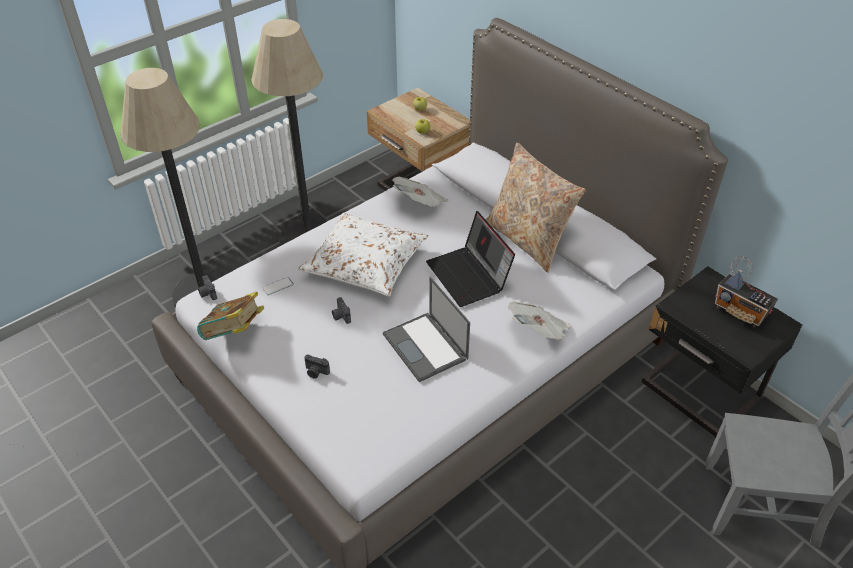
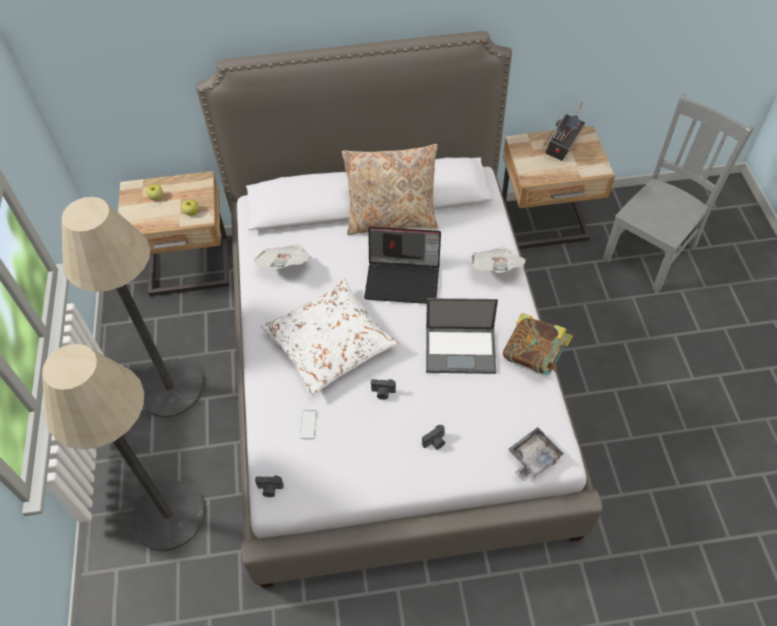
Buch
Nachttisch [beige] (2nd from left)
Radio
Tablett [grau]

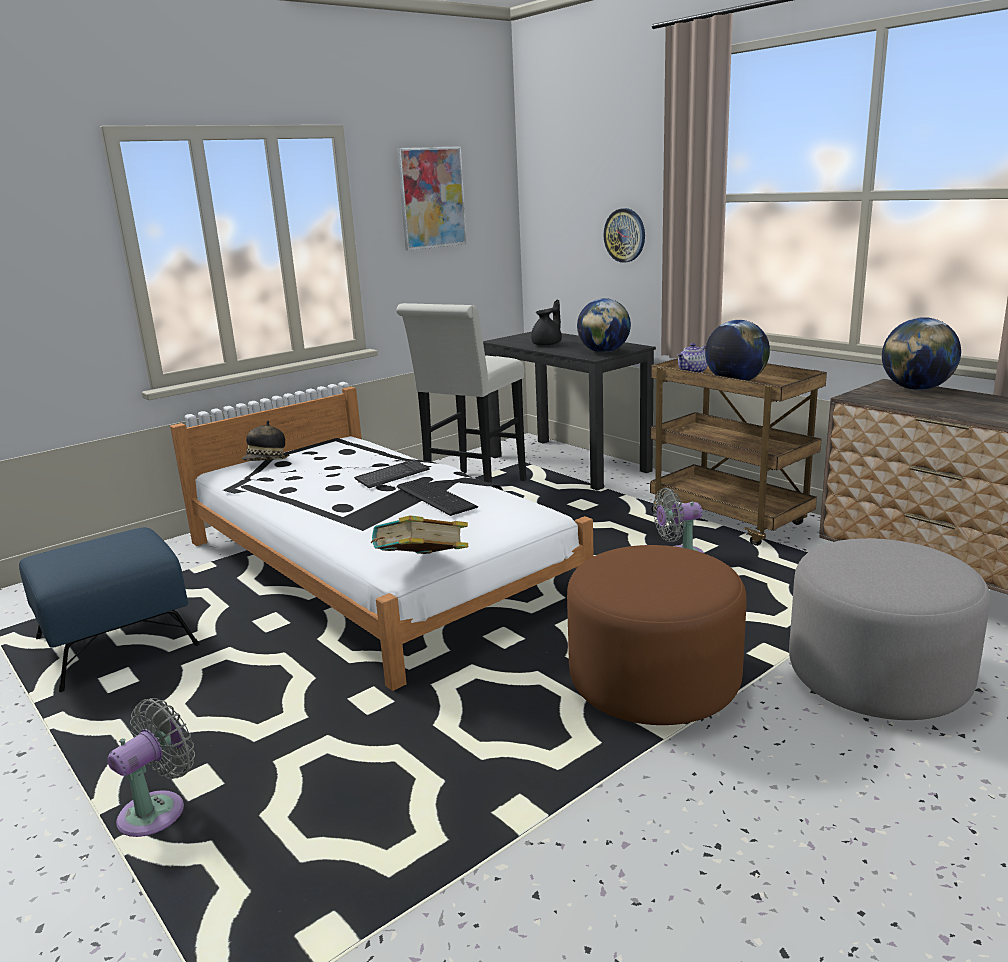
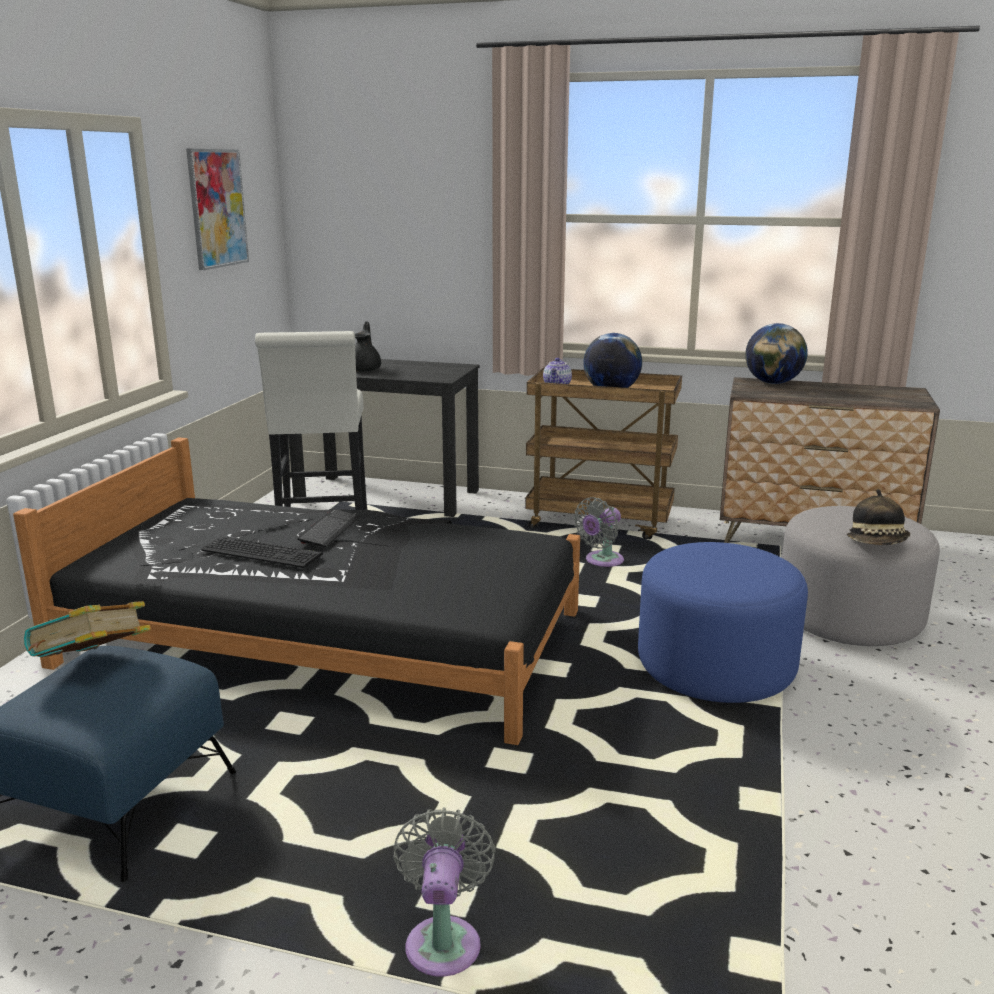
Bett [schwarz]
Hut
Buch
Tastatur (1st from left)
Polsterhocker [blau] (2nd from left)
Globus (1st from left in the first image)
Wanduhr

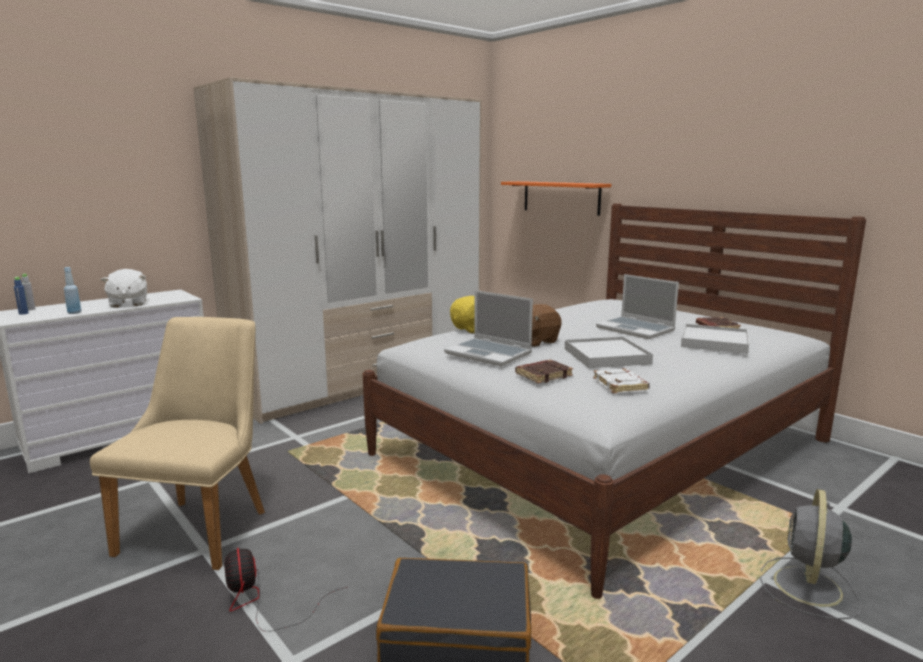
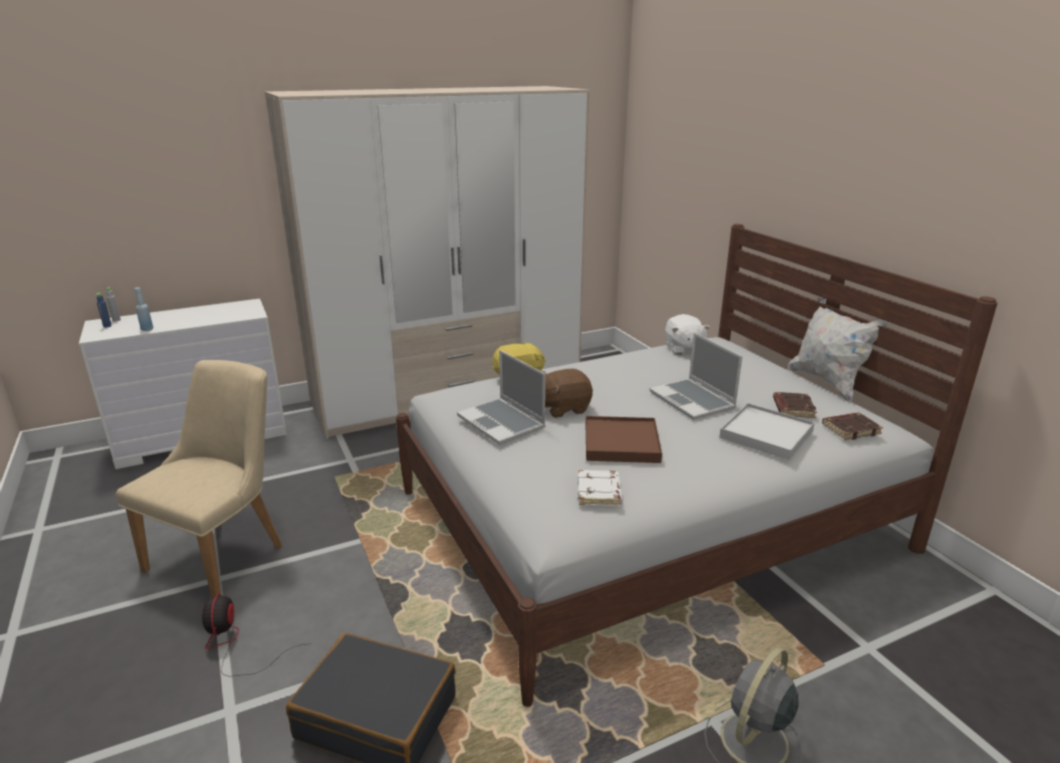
Plüschtier [weiß]
Wandregal [orange]
Buch [braun] (2nd from left)
Tablett [braun]
Kissen [weiß]

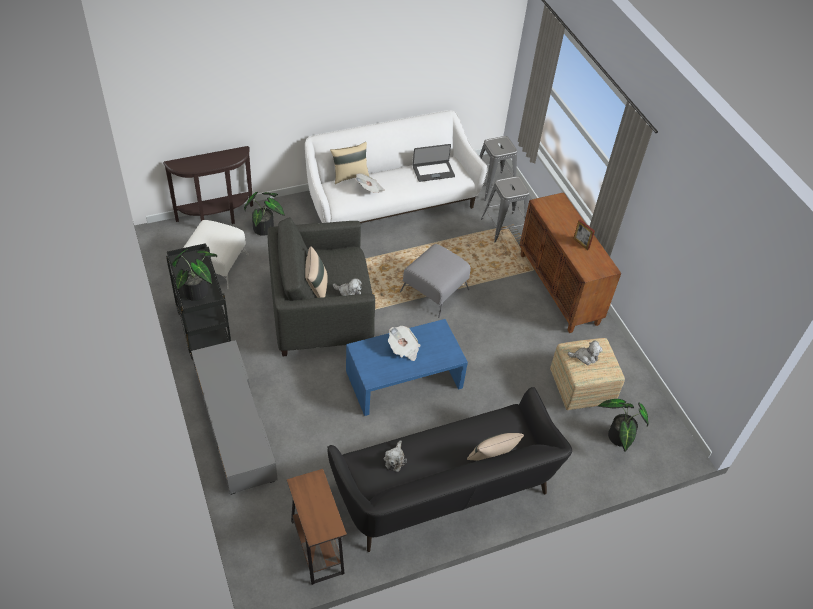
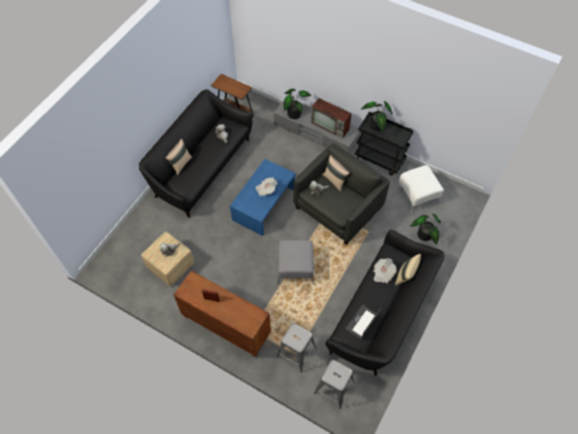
Konsolentisch [braun]
Sofa [schwarz] (2nd from left)
Topfpflanze (1st from left)
Fernseher

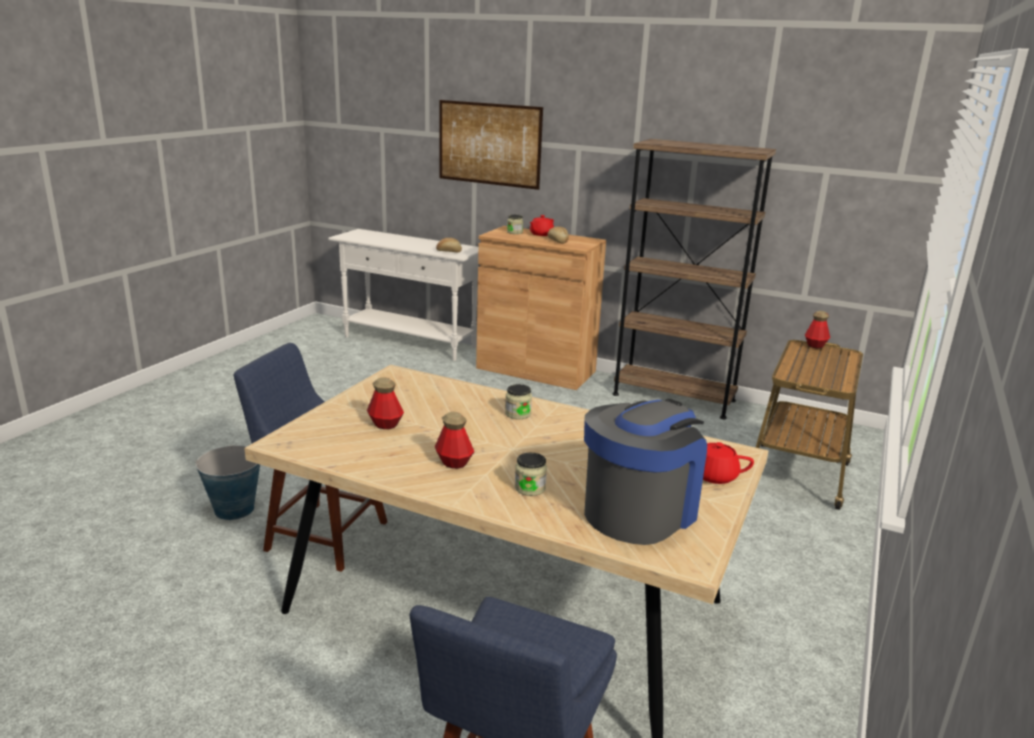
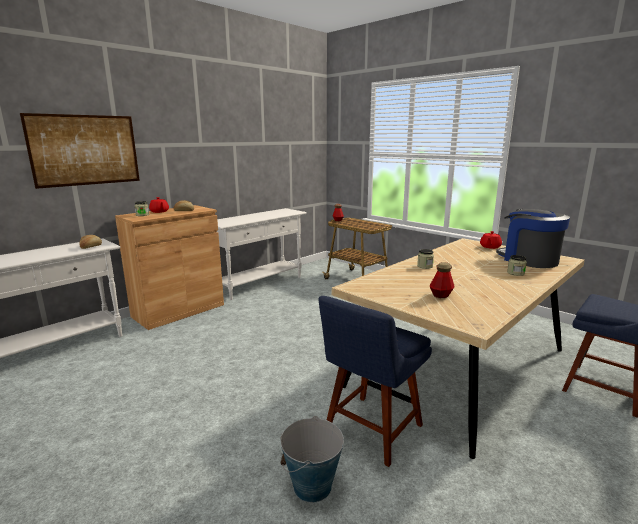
Flasche (2nd from left in the first image)
Konsolentisch [weiß] (2nd from left)

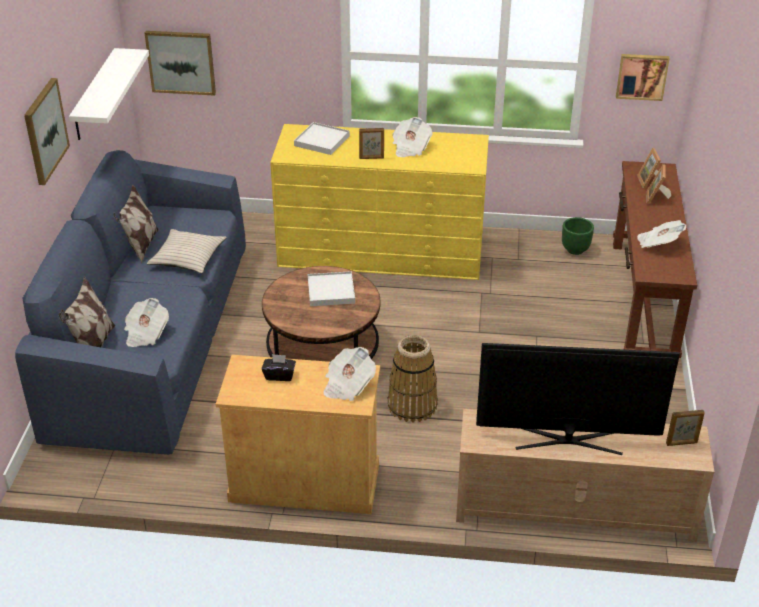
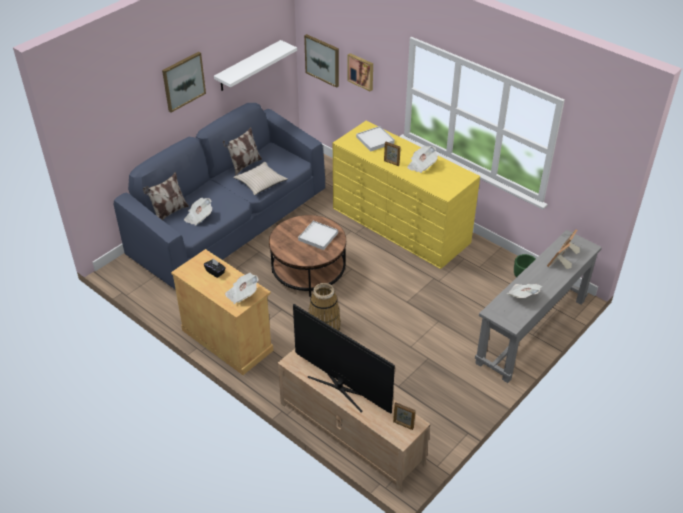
Konsolentisch [grau]
Bild (3rd from left)

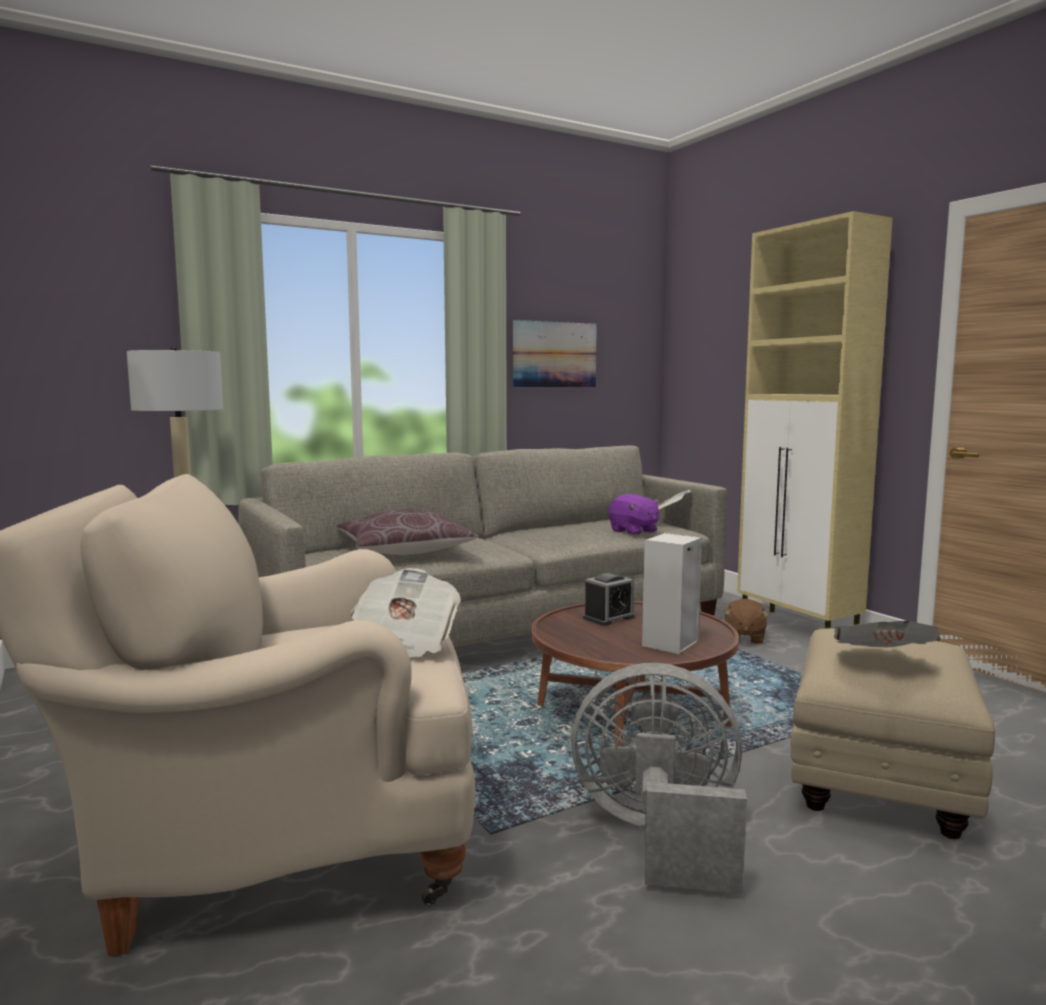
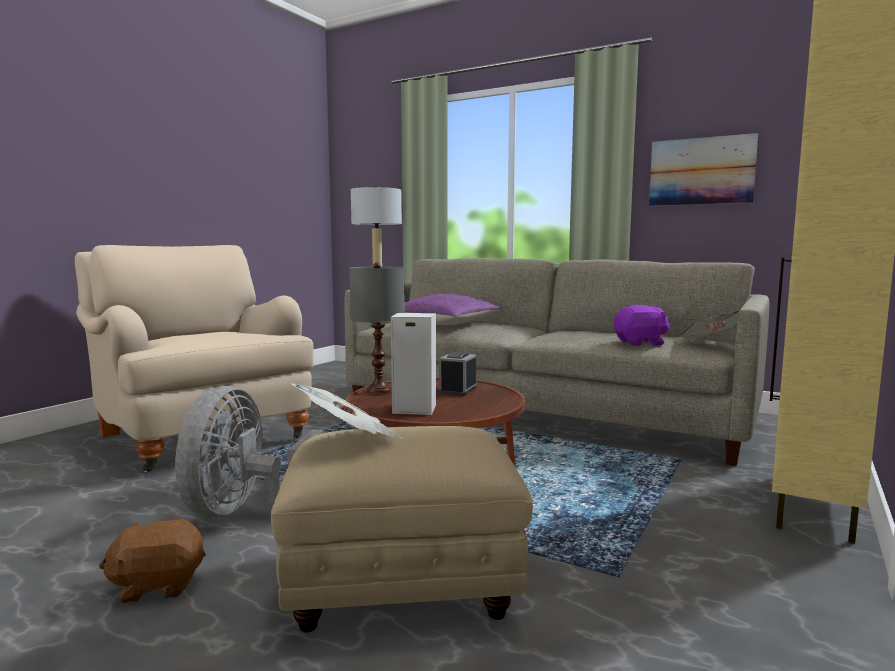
Kissen [lila]
Zeitung (1st from left in the first image)
Ventilator [grau]
Wecker
Plüschtier [lila]
Plüschtier [braun]
Tischlampe [grau]

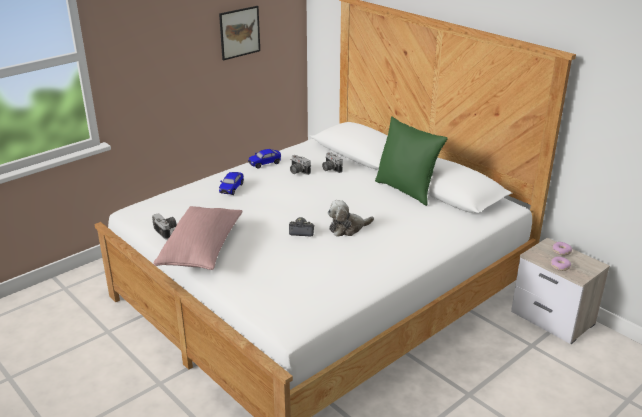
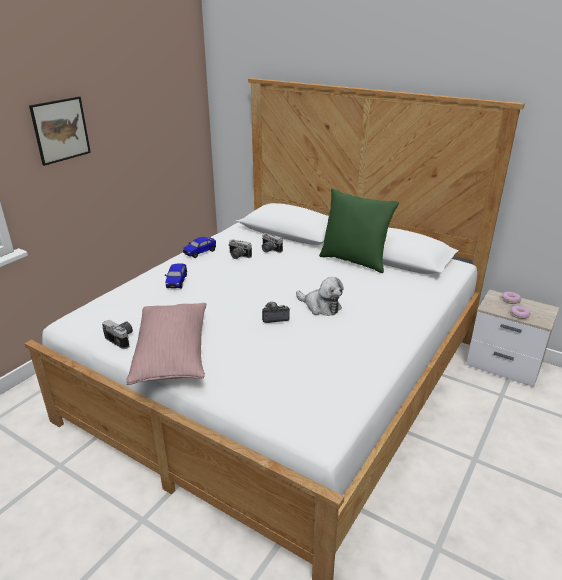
Bild
Plüschtier

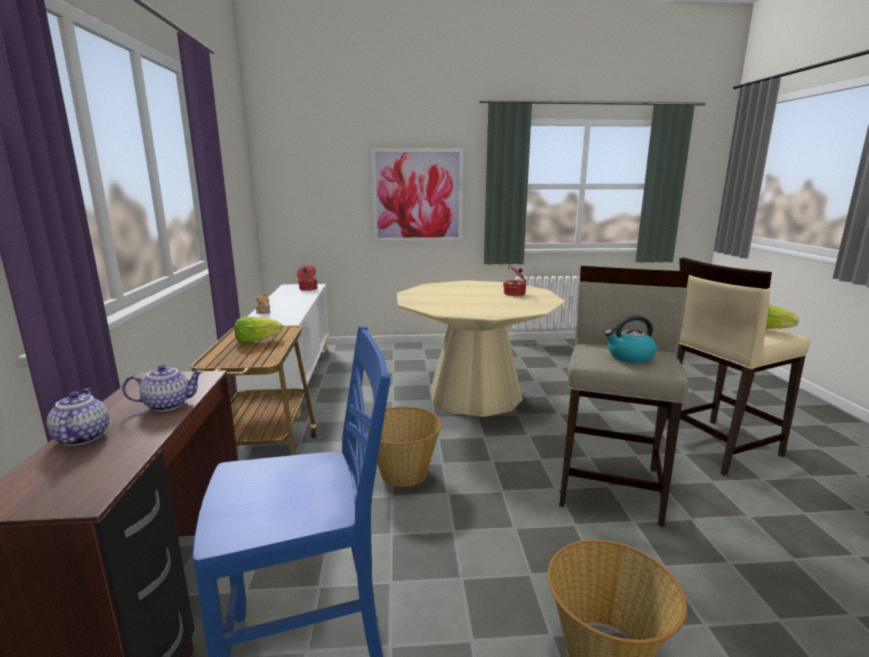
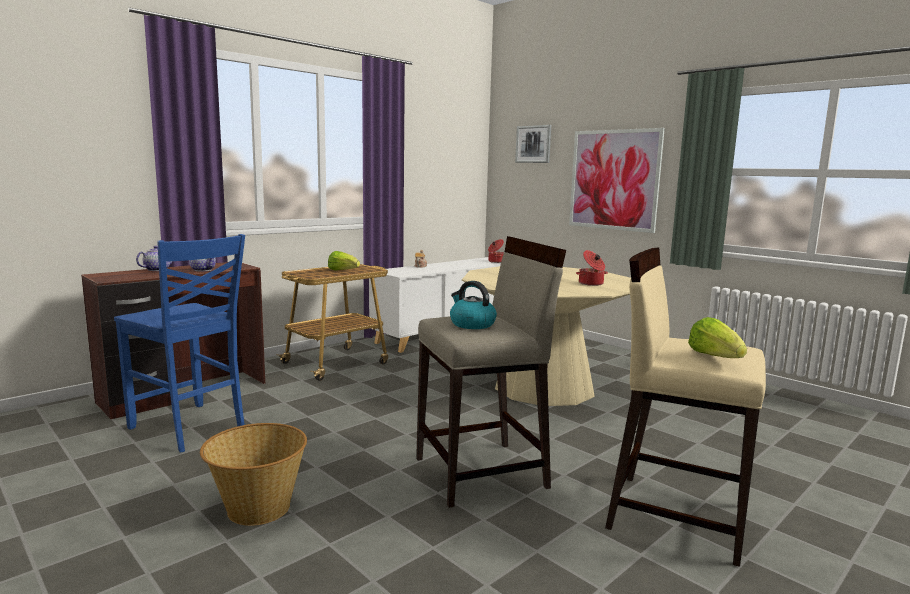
Korb (1st from left in the first image)
Bild (1st from left)

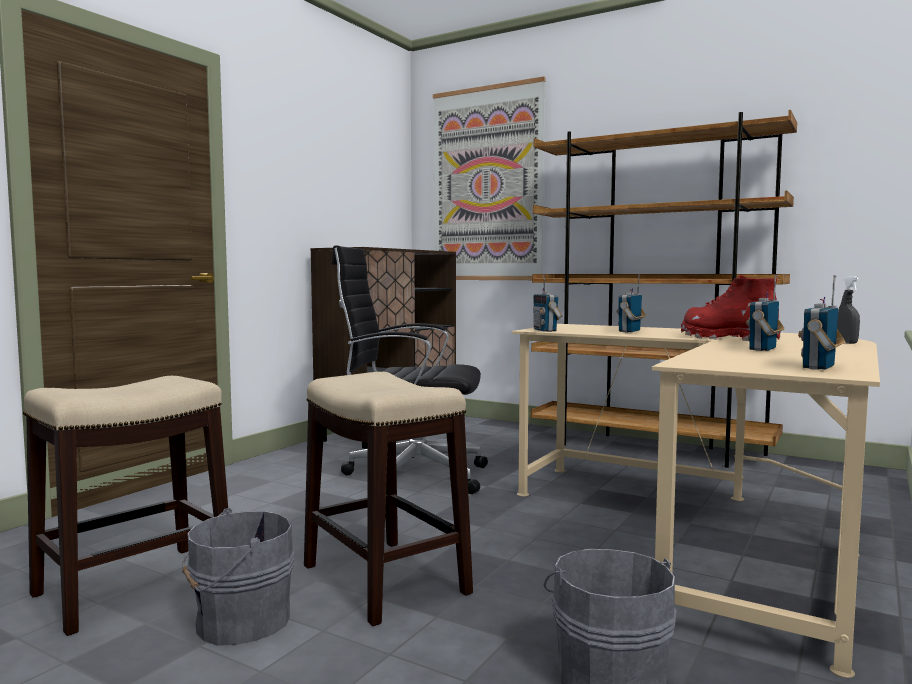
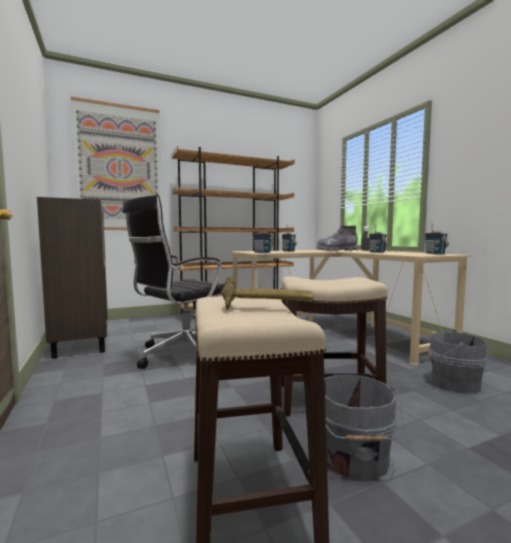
Stiefel [grau]
Hammer

